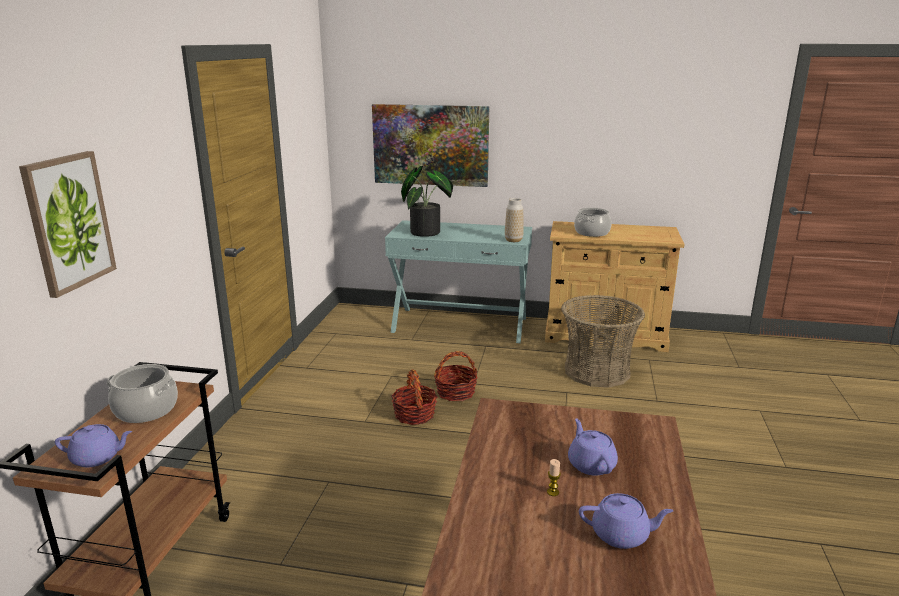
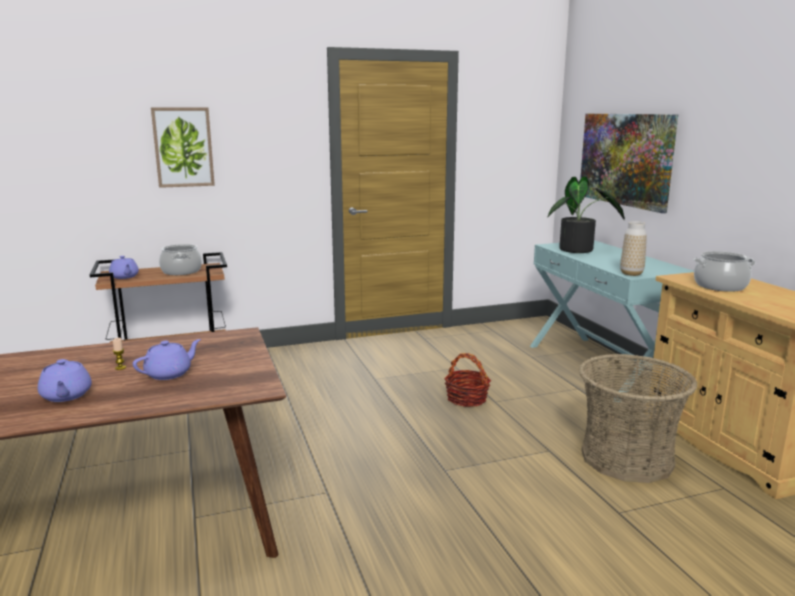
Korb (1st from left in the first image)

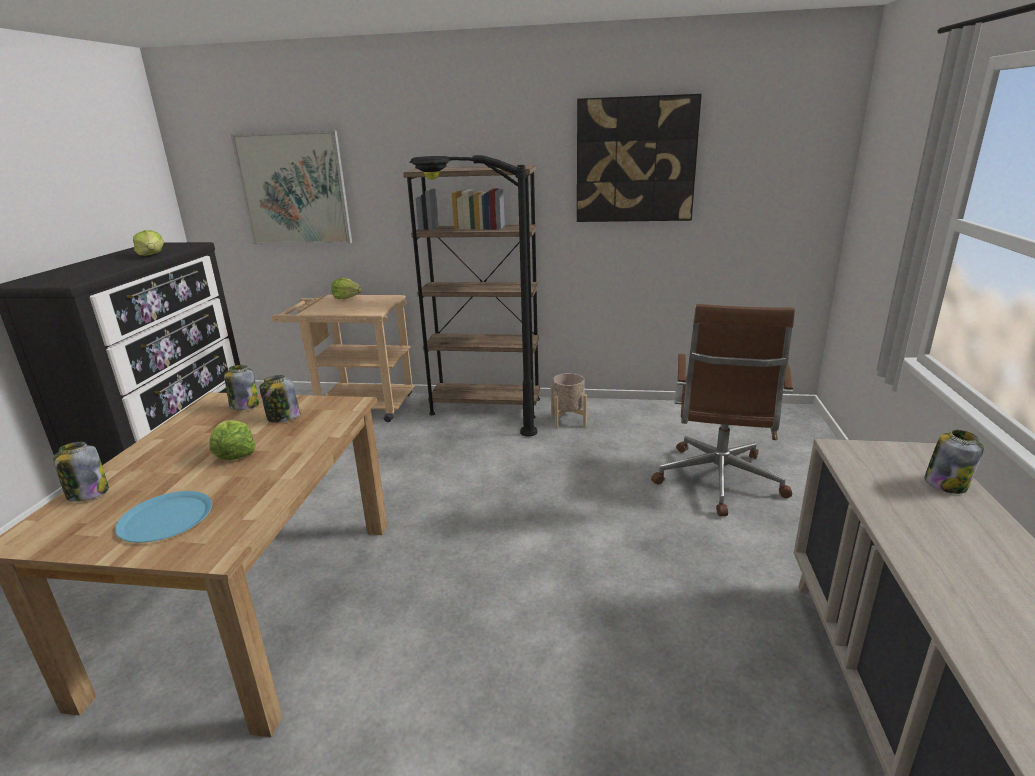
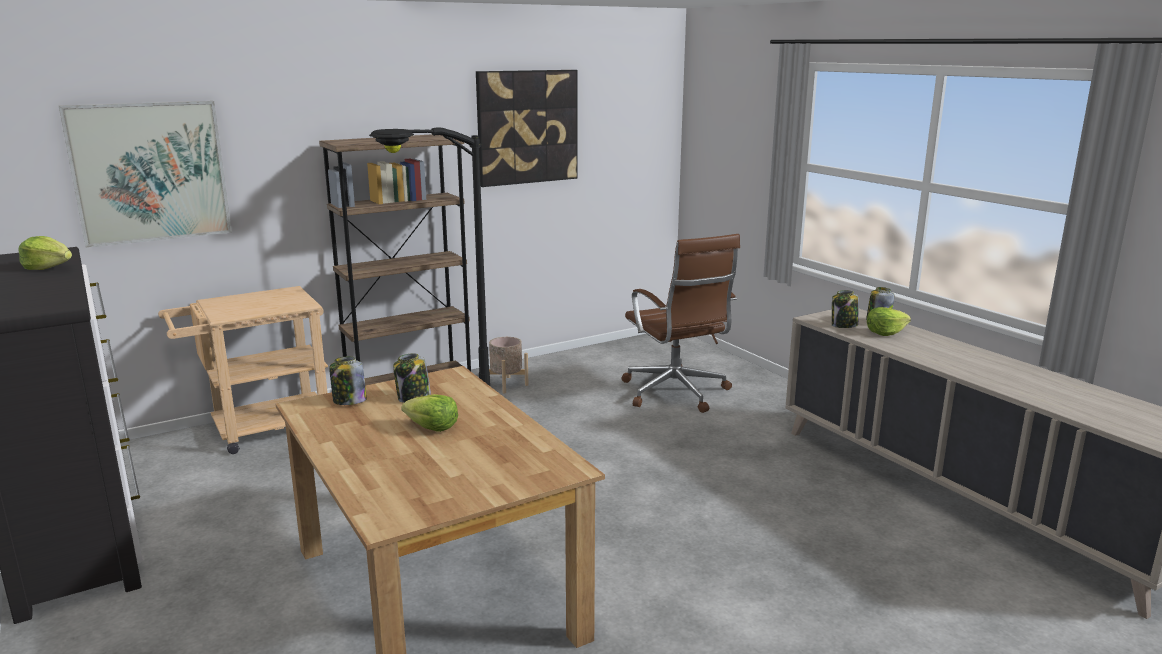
Vorratsglas (3rd from left)
Teller [blau]
Salatkopf (3rd from left)

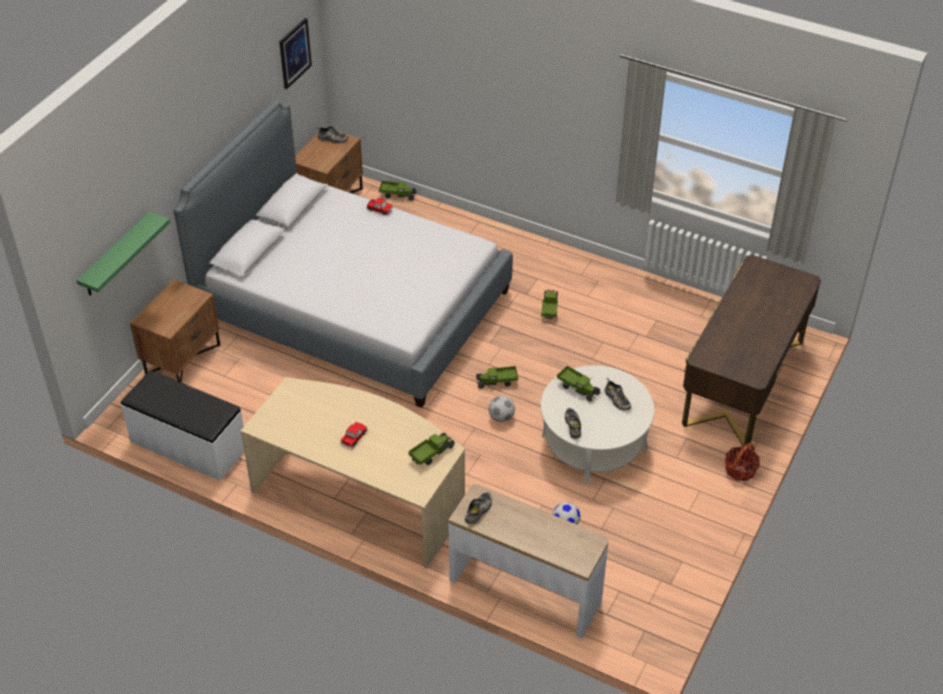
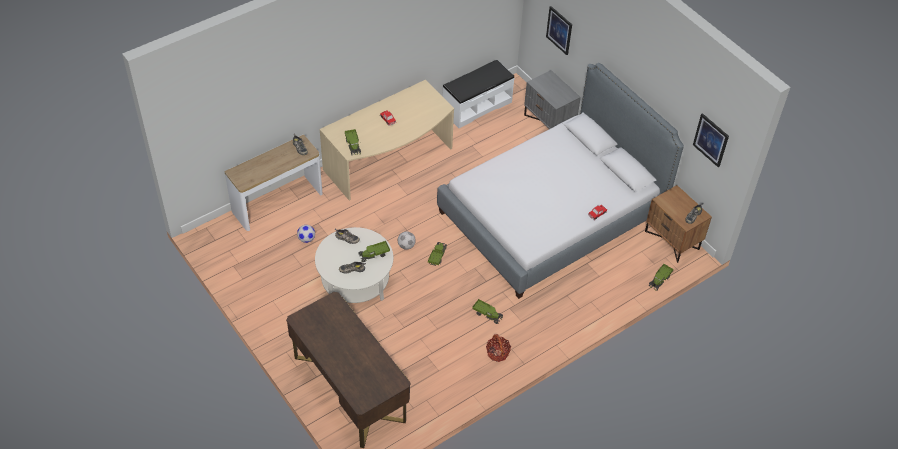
Bild (1st from left)
Nachttisch [grau]
Korb

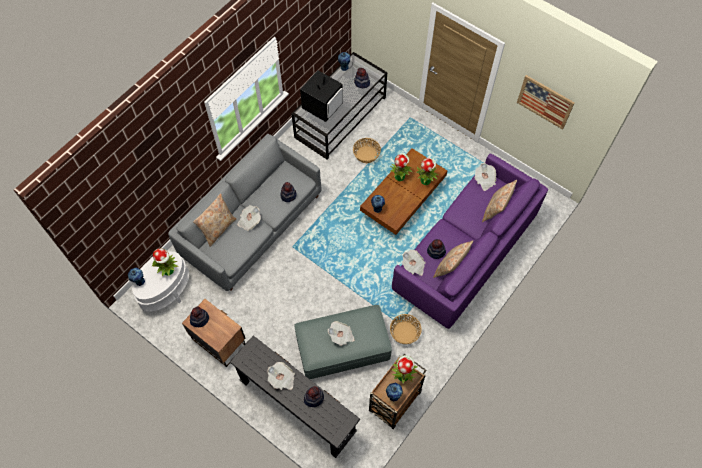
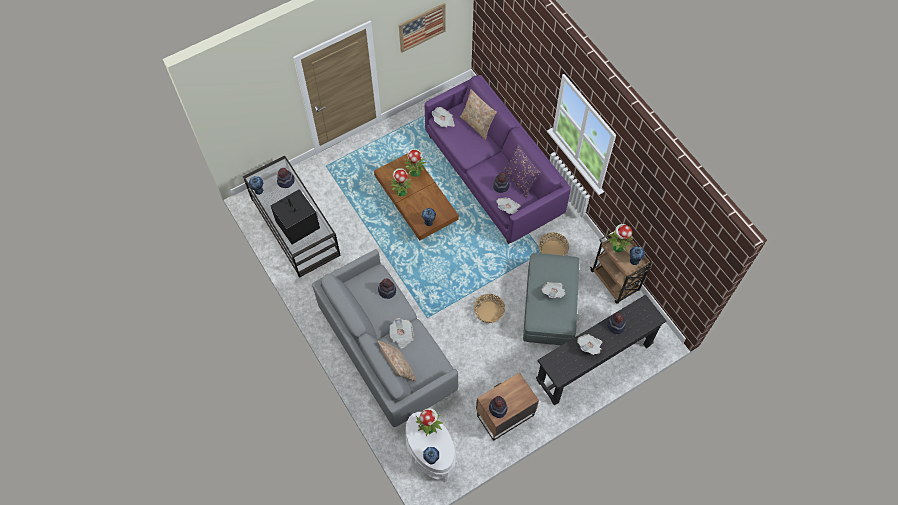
Korb (1st from left)
Kissen [lila]

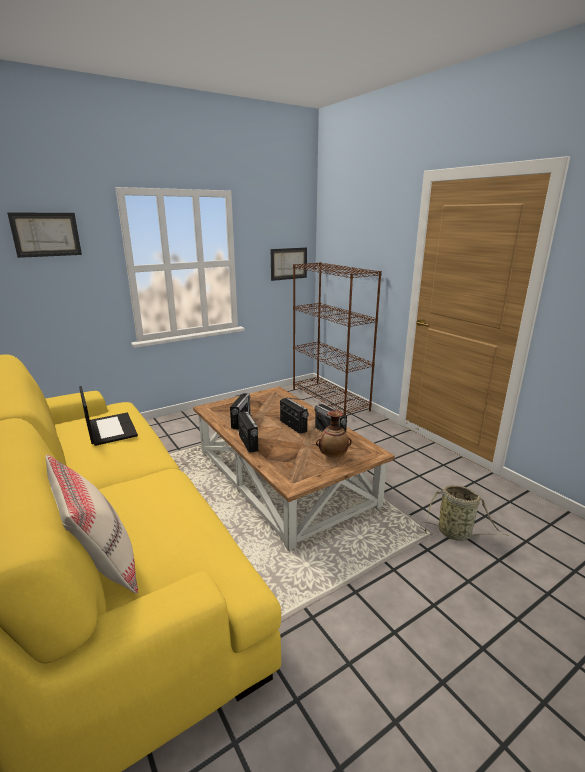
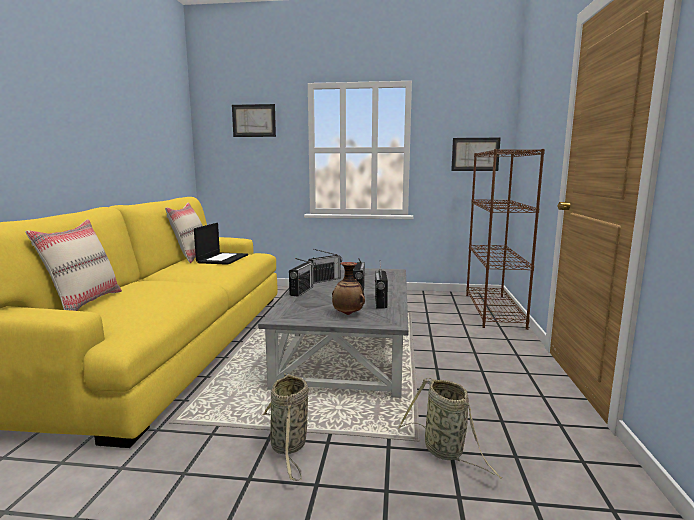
Couchtisch [grau]
Kissen [beige] (2nd from left)
Korb (1st from left)

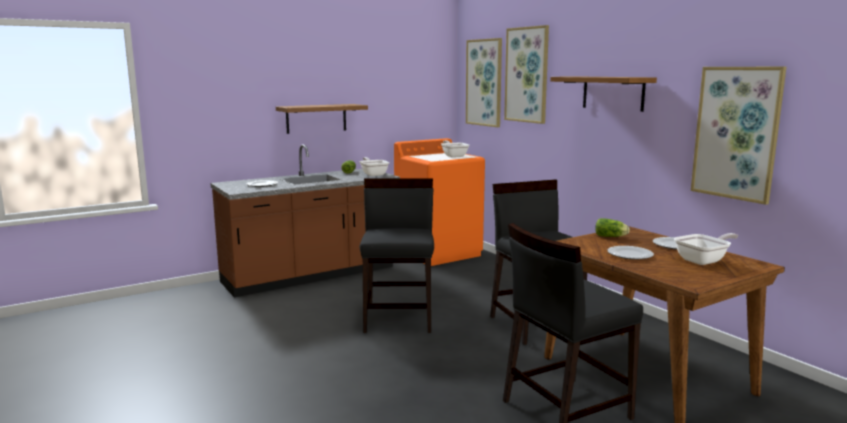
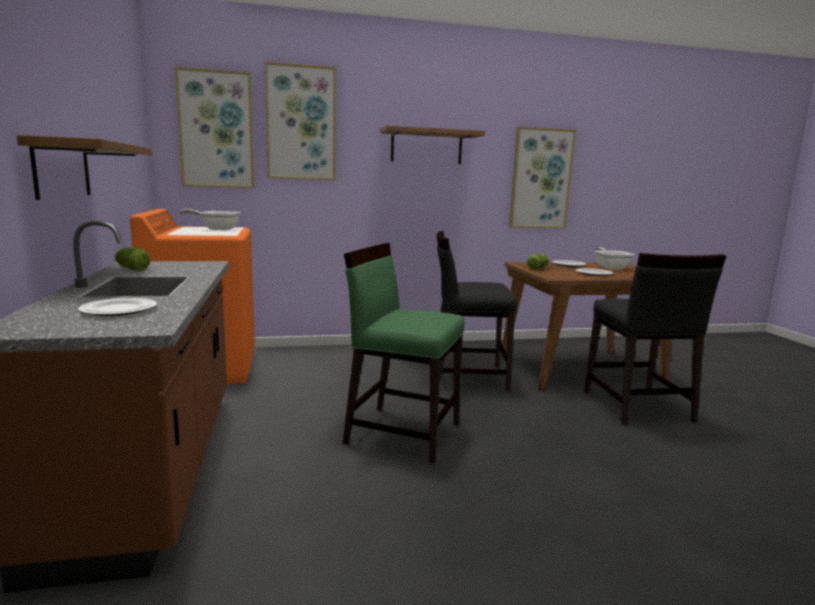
Pfanne (1st from left in the first image)
Stuhl [grün]

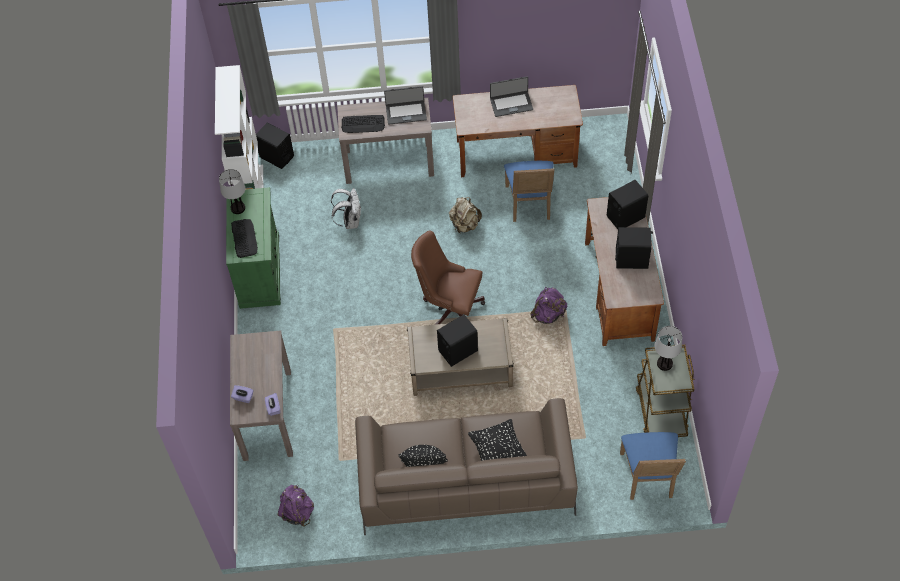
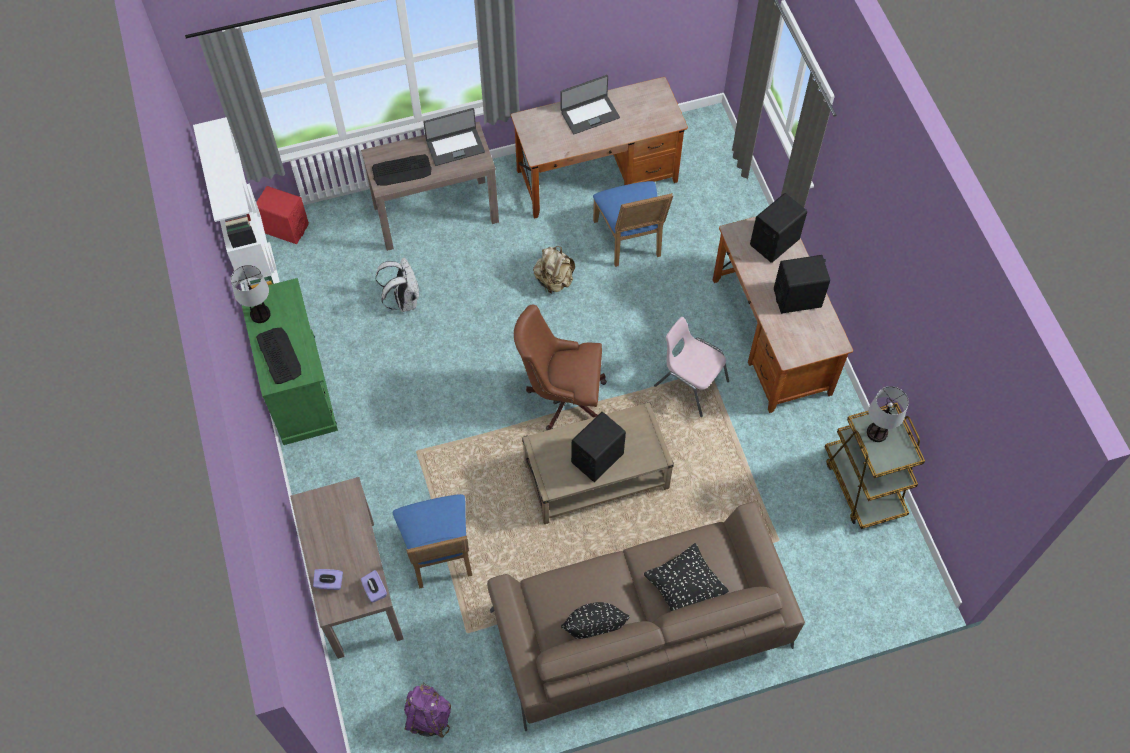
Lautsprecher [rot]
Stuhl [rosa]
Stuhl [blau] (1st from left)

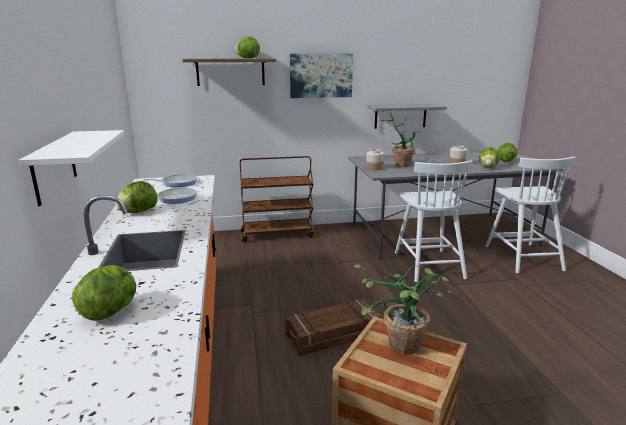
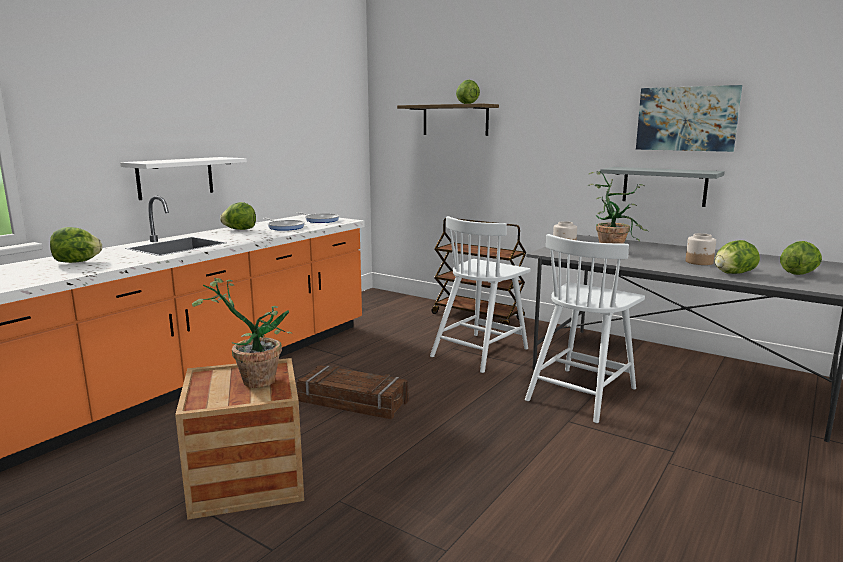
Bild
Stuhl [weiß] (1st from left)

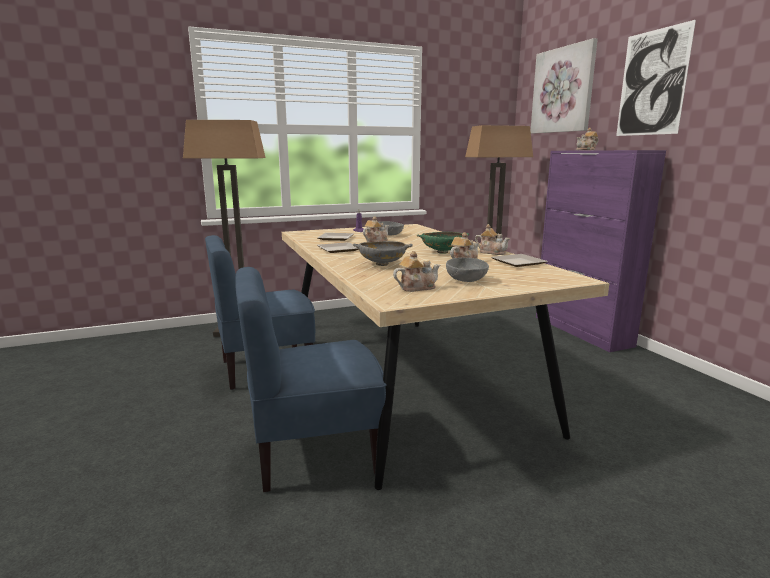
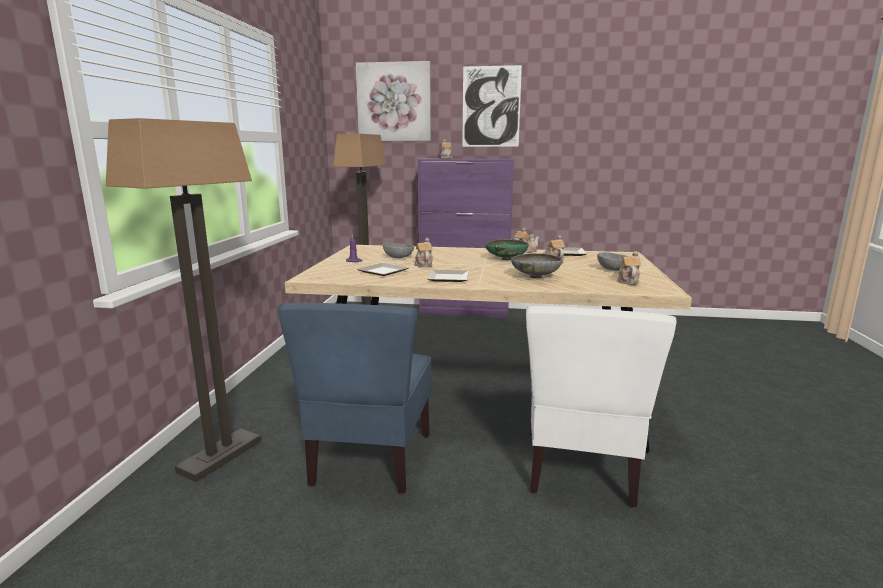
Stuhl [weiß]

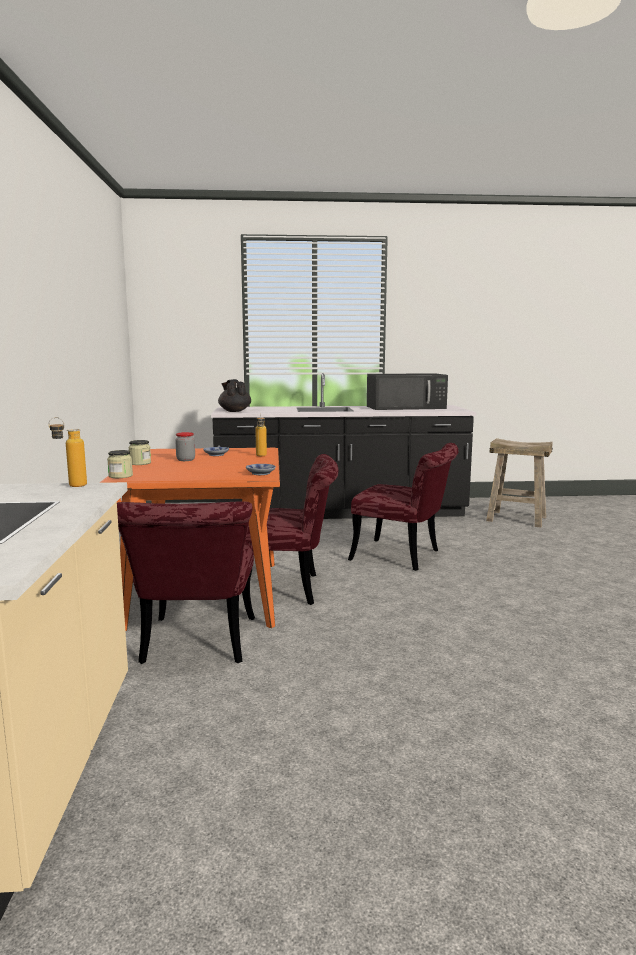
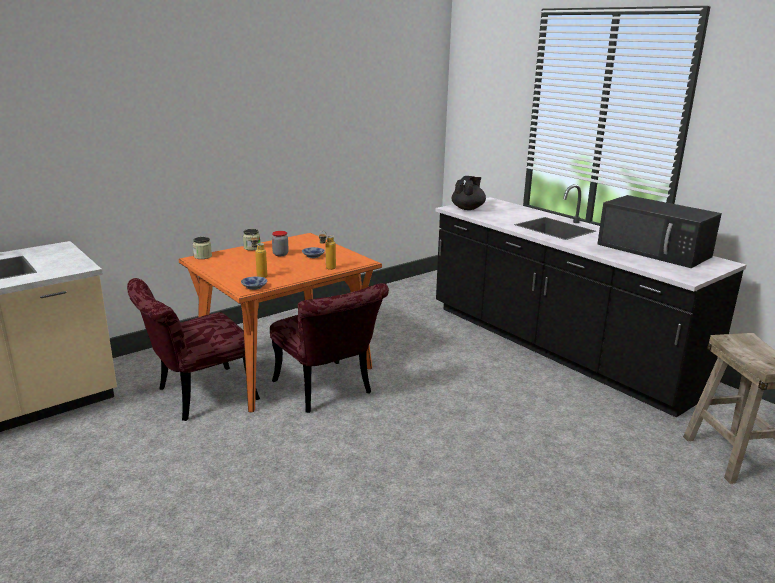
Flasche (1st from left)
Stuhl [rot] (3rd from left in the first image)

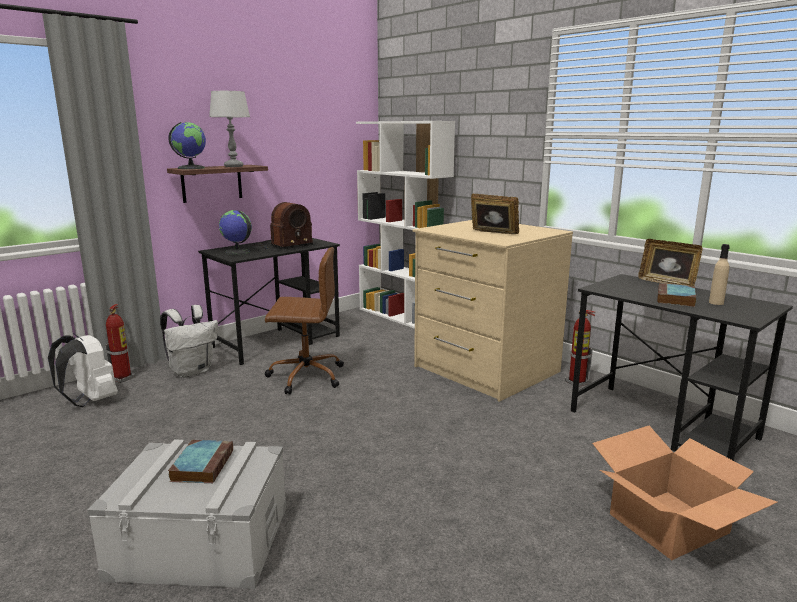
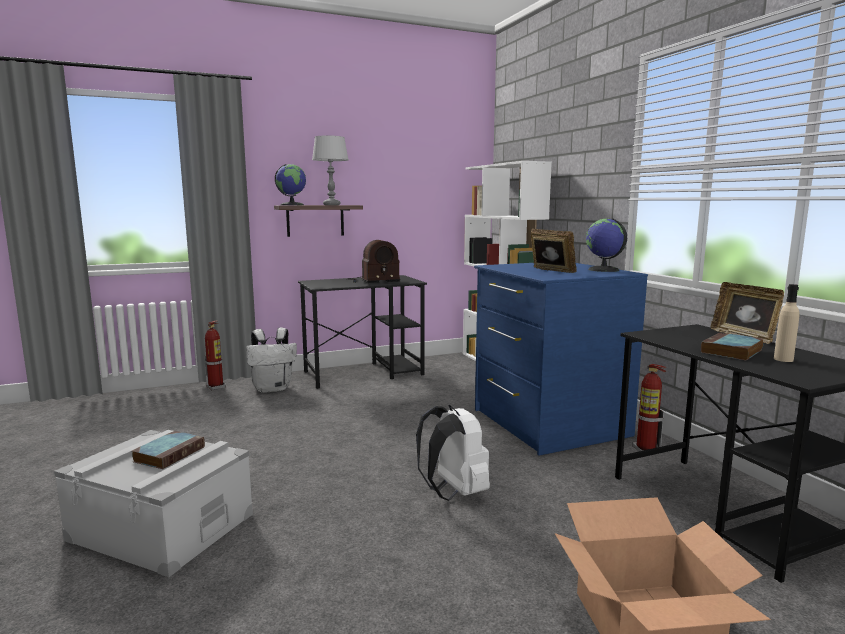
Rucksack [weiß] (2nd from left)
Globus (2nd from left)
Bürostuhl [braun]
Kommode [blau]

